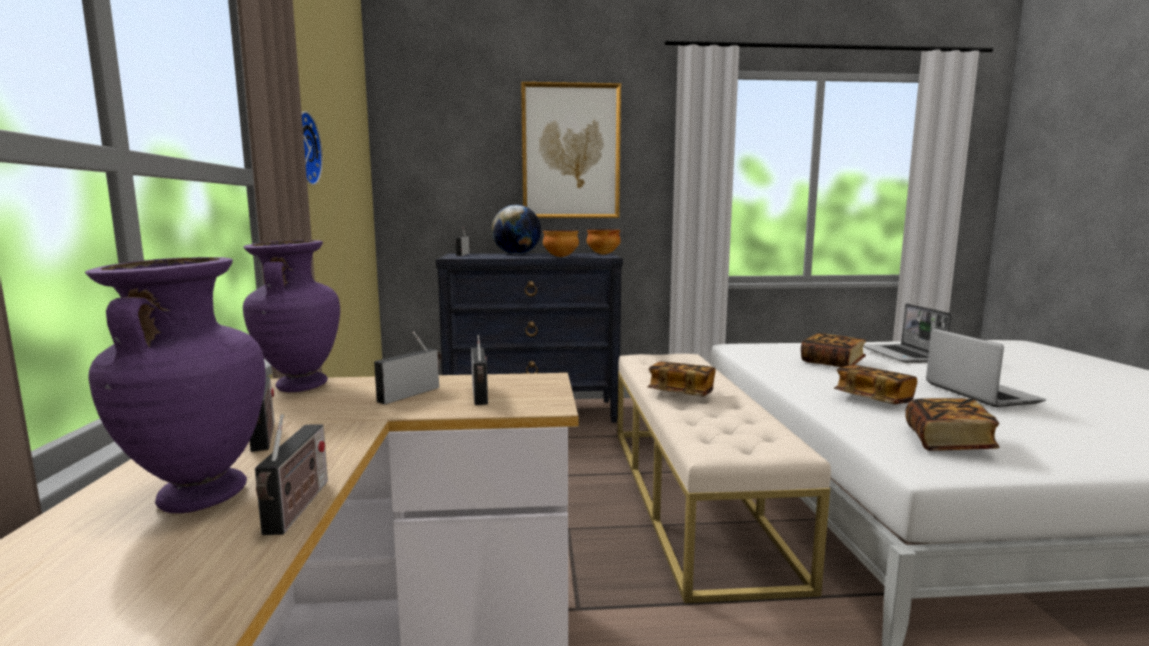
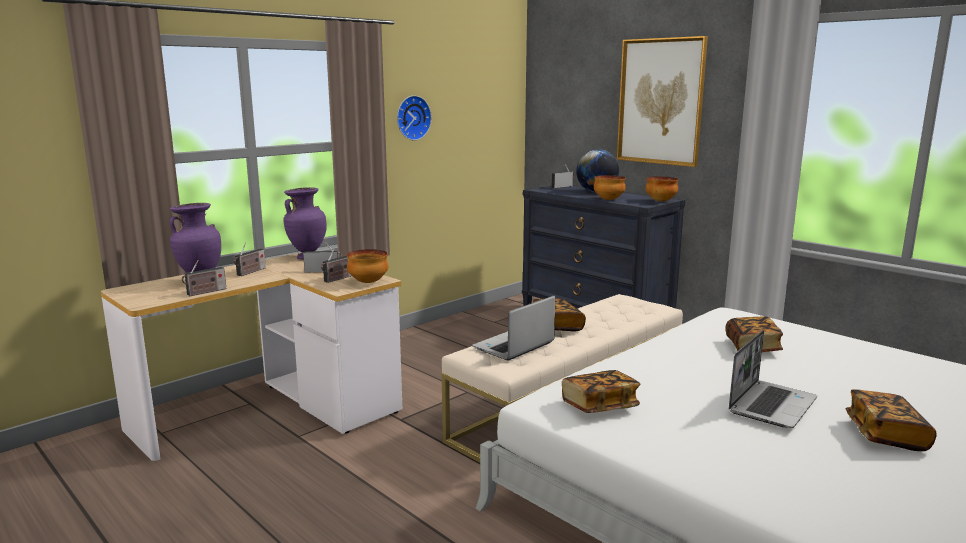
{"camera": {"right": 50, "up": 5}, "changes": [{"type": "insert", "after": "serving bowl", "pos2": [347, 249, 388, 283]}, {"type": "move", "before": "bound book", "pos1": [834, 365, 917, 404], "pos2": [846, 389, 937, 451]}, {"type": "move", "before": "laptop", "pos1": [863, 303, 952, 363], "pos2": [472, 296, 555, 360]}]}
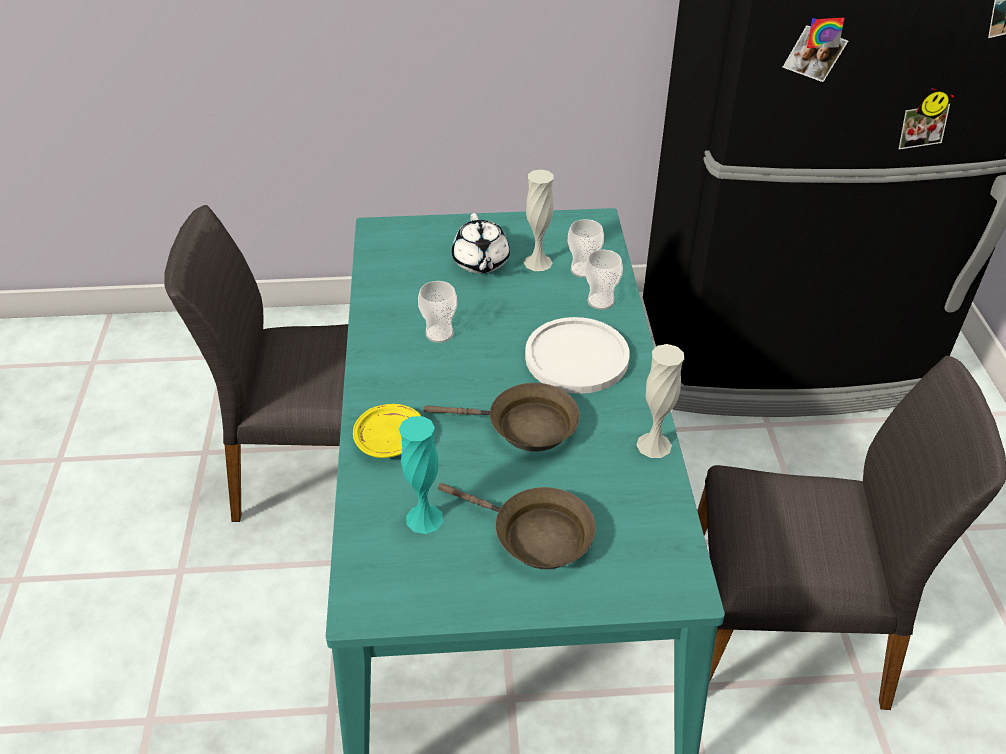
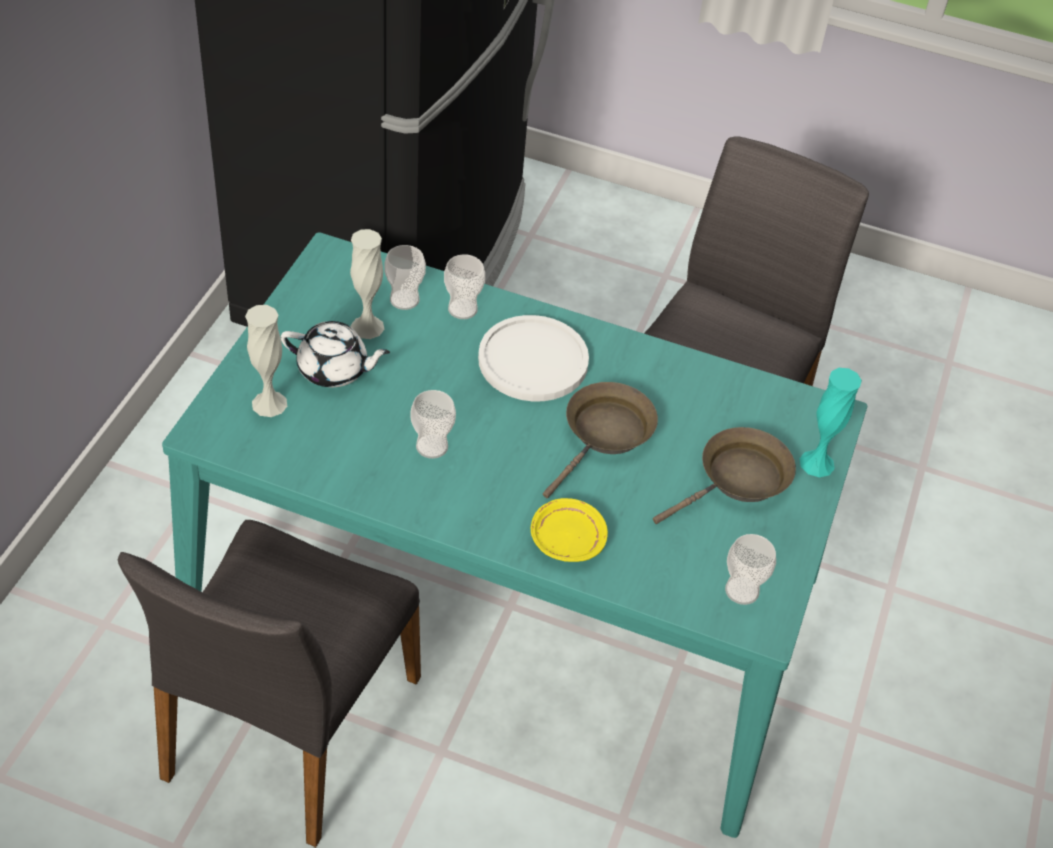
{"camera": {"right": -70, "up": 5}, "changes": [{"type": "insert", "after": "small cup", "pos2": [725, 534, 776, 605]}, {"type": "move", "before": "decorative vase (blue-green)", "pos1": [399, 416, 443, 534], "pos2": [799, 368, 862, 478]}, {"type": "move", "before": "decorative vase (whitish)", "pos1": [636, 344, 684, 458], "pos2": [245, 305, 287, 417]}]}
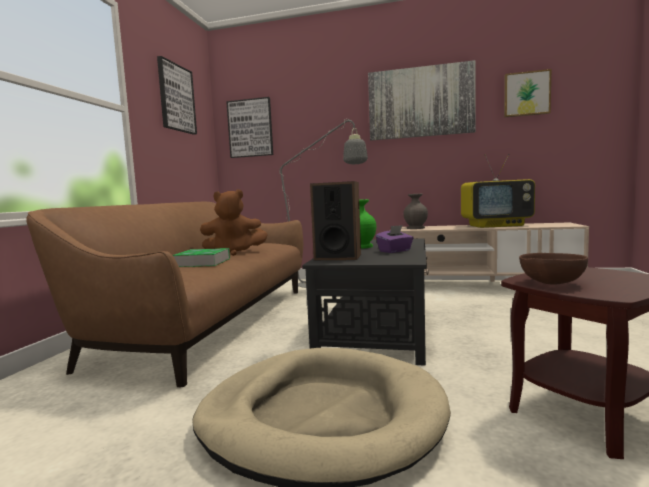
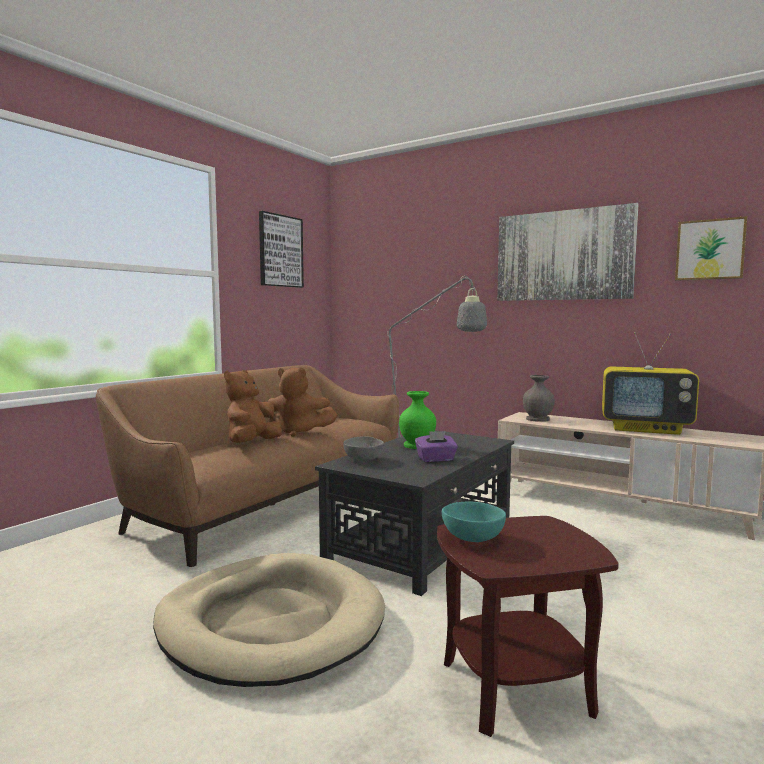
{"camera": {"right": 20, "up": 0}, "changes": [{"type": "delete", "before": "wall art", "pos1": [226, 97, 273, 158]}, {"type": "replace", "before": "bound book", "after": "soft toy (brown-coloured)", "pos1": [173, 248, 230, 267], "pos2": [224, 370, 282, 443]}, {"type": "replace", "before": "audio speaker", "after": "serving bowl (gray)", "pos1": [310, 181, 361, 260], "pos2": [343, 436, 384, 461]}, {"type": "recolor", "before": "serving bowl (brown-coloured)", "after": "serving bowl (blue-green)", "pos1": [519, 253, 588, 285], "pos2": [442, 502, 506, 542]}]}
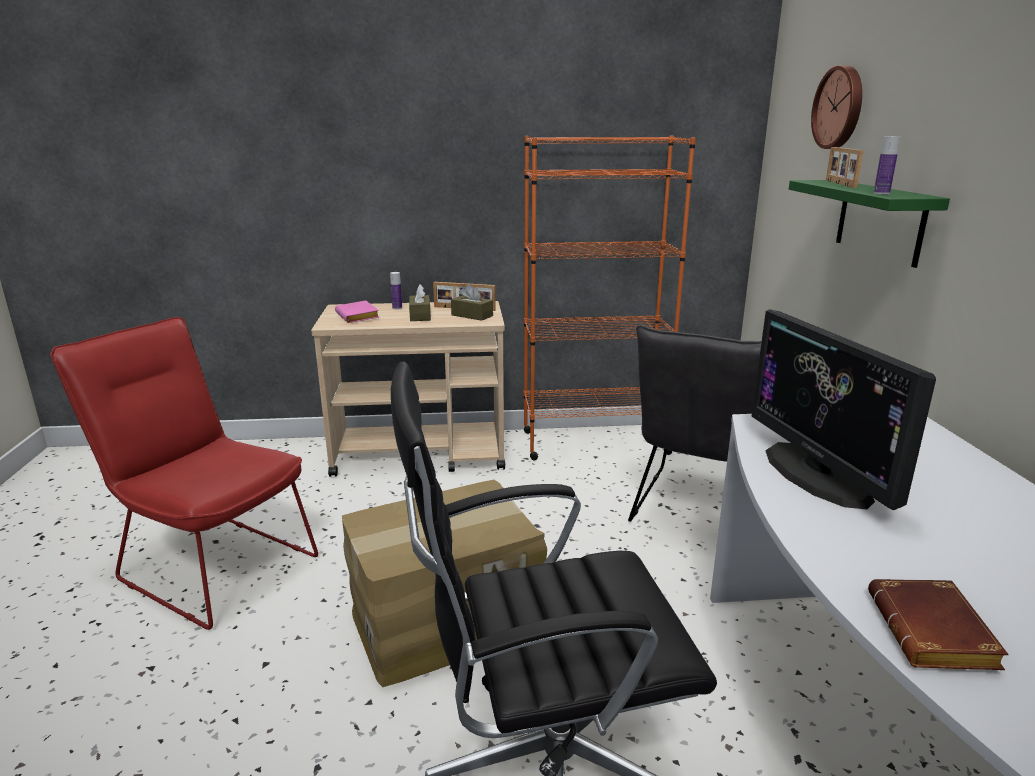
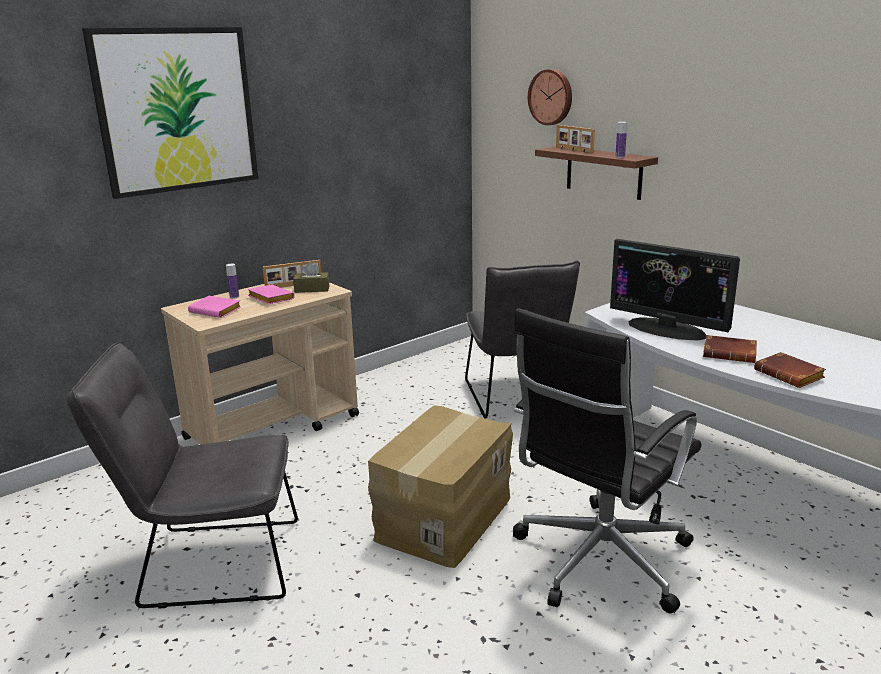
{"camera": {"right": -35, "up": 0}, "changes": [{"type": "delete", "before": "shelving unit (orangey)", "pos1": [524, 136, 696, 460]}, {"type": "insert", "after": "wall art", "pos2": [82, 27, 258, 199]}, {"type": "insert", "after": "bound book (brown-coloured)", "pos2": [703, 335, 757, 363]}, {"type": "replace", "before": "tissue box (brown-coloured)", "after": "bound book (pink)", "pos1": [409, 284, 431, 321], "pos2": [248, 285, 295, 304]}, {"type": "recolor", "before": "upright chair (red)", "after": "upright chair (gray)", "pos1": [50, 317, 318, 630], "pos2": [66, 342, 298, 609]}, {"type": "recolor", "before": "wall shelf (green)", "after": "wall shelf (brown-coloured)", "pos1": [789, 180, 950, 268], "pos2": [535, 146, 658, 200]}]}
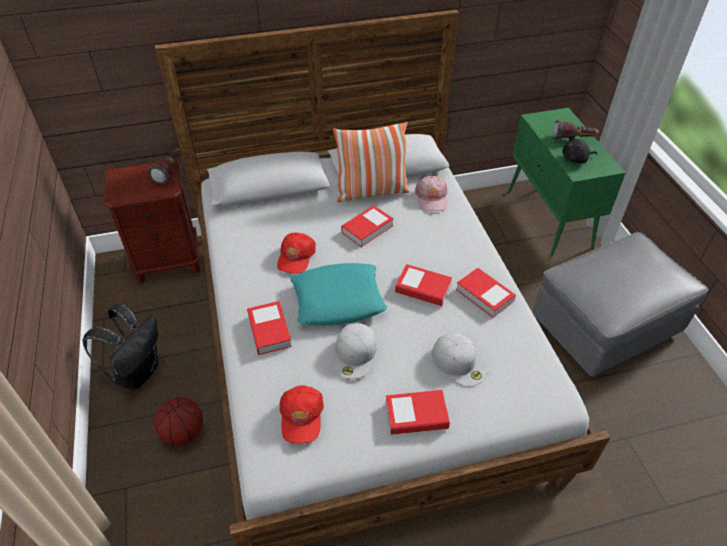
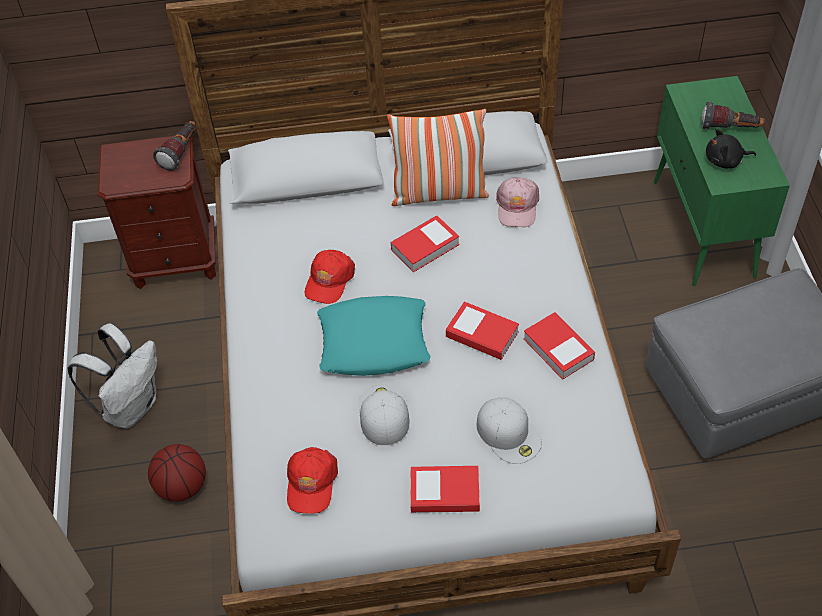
{"camera": {"right": 10, "up": 5}, "changes": [{"type": "delete", "before": "bound book", "pos1": [247, 301, 292, 355]}, {"type": "recolor", "before": "knapsack (blackish)", "after": "knapsack (whitish)", "pos1": [83, 303, 158, 390], "pos2": [67, 323, 157, 429]}, {"type": "rotate", "before": "cap (whitish)", "pos1": [331, 323, 377, 379], "pos2": [359, 384, 410, 445], "turn": 150}]}
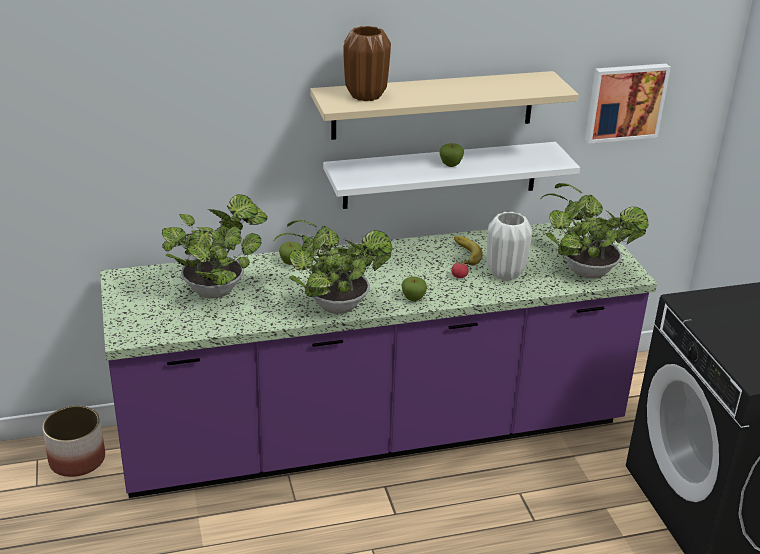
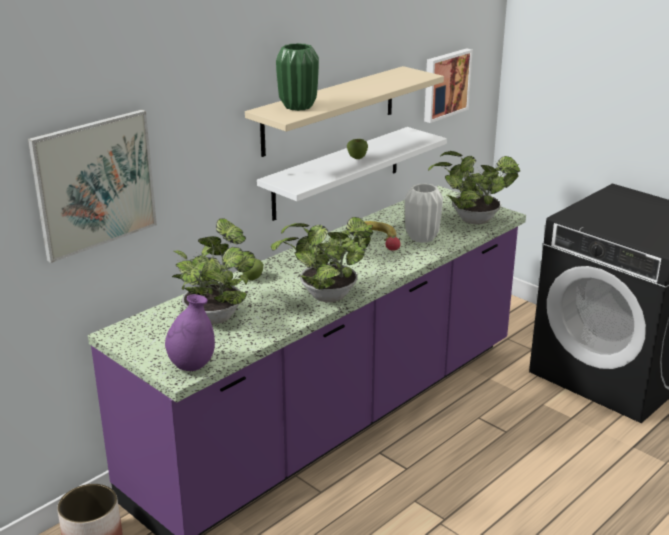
{"camera": {"right": -30, "up": -5}, "changes": [{"type": "delete", "before": "whole apple", "pos1": [401, 277, 427, 301]}, {"type": "insert", "after": "wall art", "pos2": [28, 110, 157, 263]}, {"type": "insert", "after": "decorative vase (purple)", "pos2": [165, 294, 215, 371]}, {"type": "recolor", "before": "decorative vase (brown-coloured)", "after": "decorative vase (green)", "pos1": [343, 26, 391, 101], "pos2": [276, 43, 319, 111]}]}
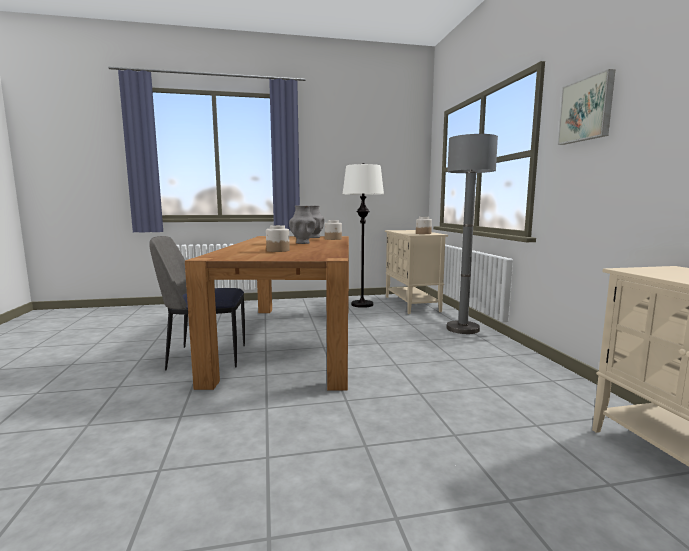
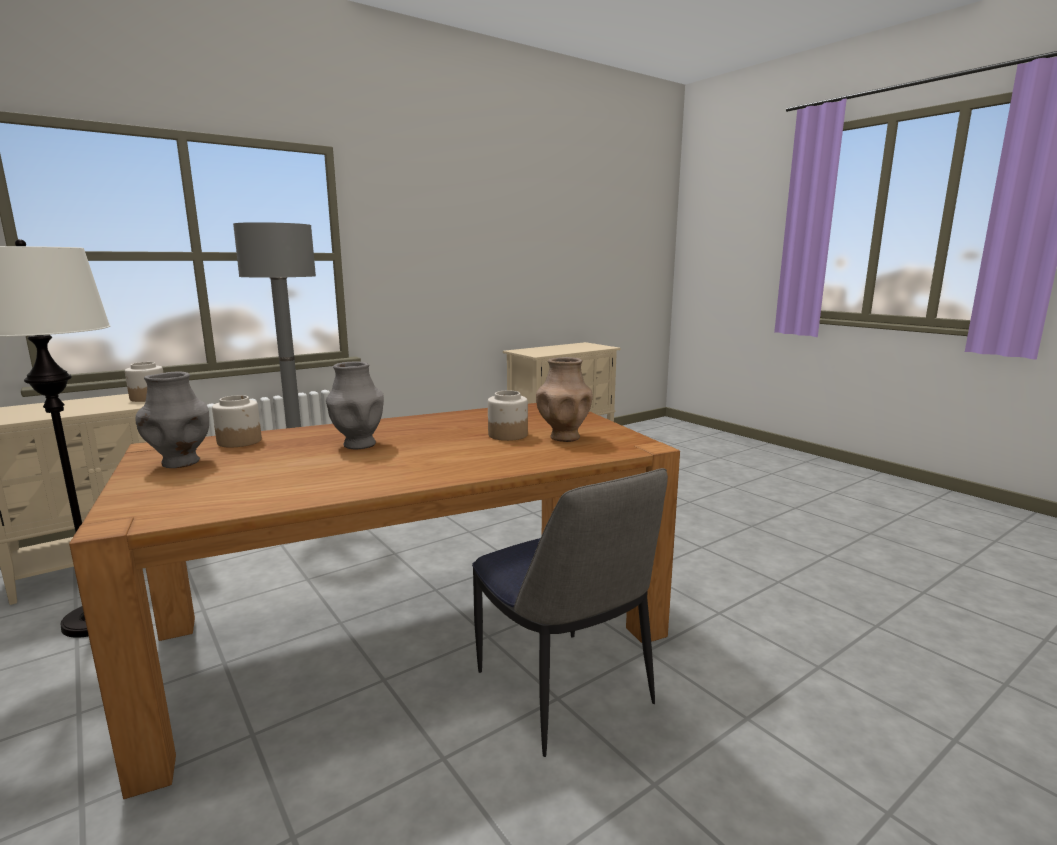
{"camera": {"right": -115, "up": 5}, "changes": [{"type": "delete", "before": "wall art", "pos1": [558, 69, 615, 145]}, {"type": "insert", "after": "decorative vase (brown-coloured)", "pos2": [536, 357, 593, 442]}]}
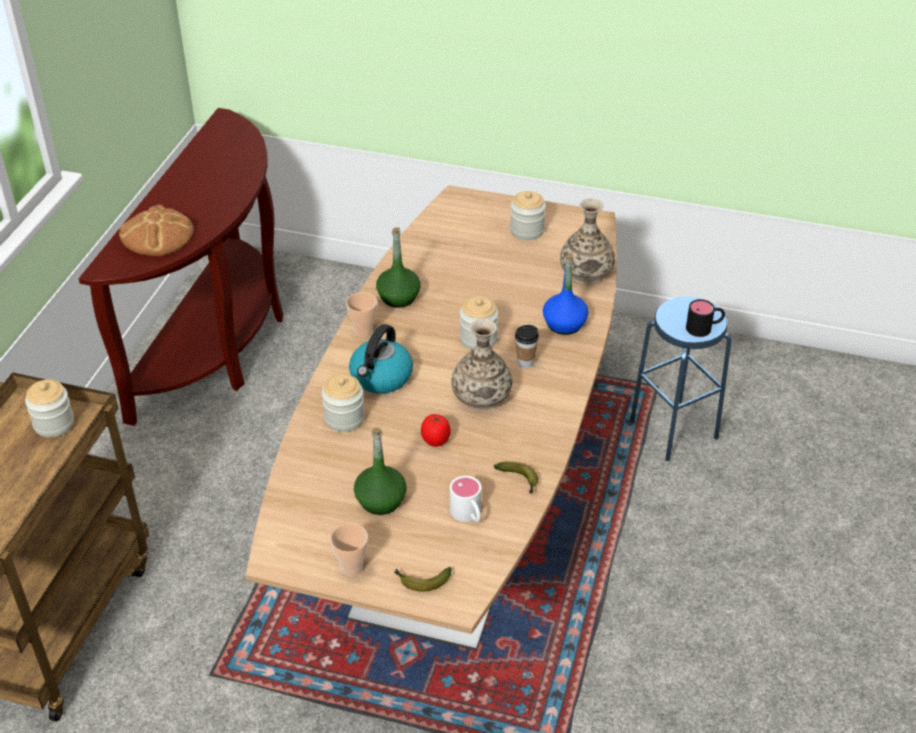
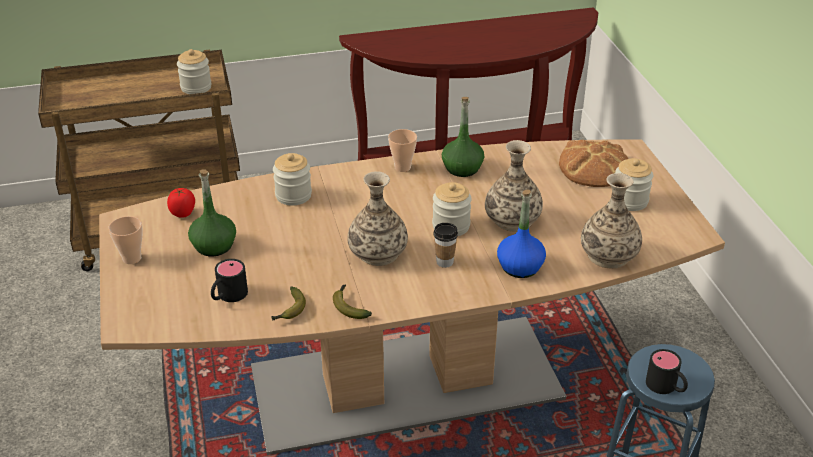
{"camera": {"right": 60, "up": -5}, "changes": [{"type": "delete", "before": "tea kettle", "pos1": [349, 324, 413, 394]}, {"type": "insert", "after": "decorative vase", "pos2": [485, 140, 543, 232]}, {"type": "move", "before": "bread", "pos1": [119, 205, 194, 256], "pos2": [559, 140, 628, 187]}, {"type": "move", "before": "banana fruit", "pos1": [394, 567, 452, 591], "pos2": [333, 284, 372, 319]}, {"type": "move", "before": "tomato", "pos1": [421, 414, 451, 447], "pos2": [167, 188, 195, 218]}, {"type": "recolor", "before": "mug (whitish)", "after": "mug (blackish)", "pos1": [450, 476, 481, 522], "pos2": [211, 259, 248, 302]}]}
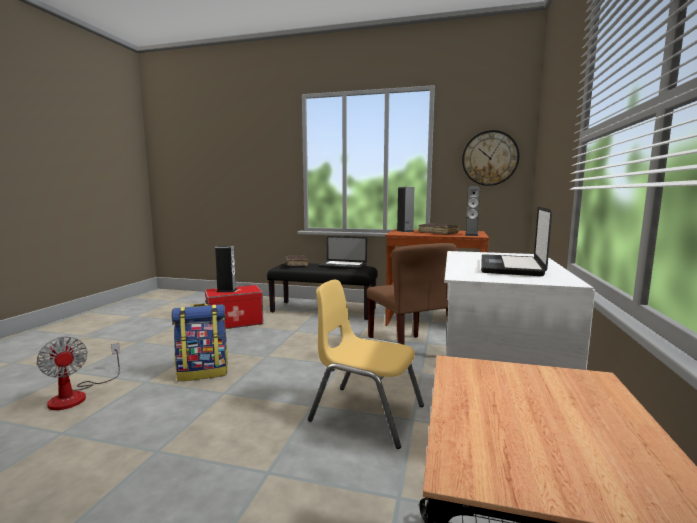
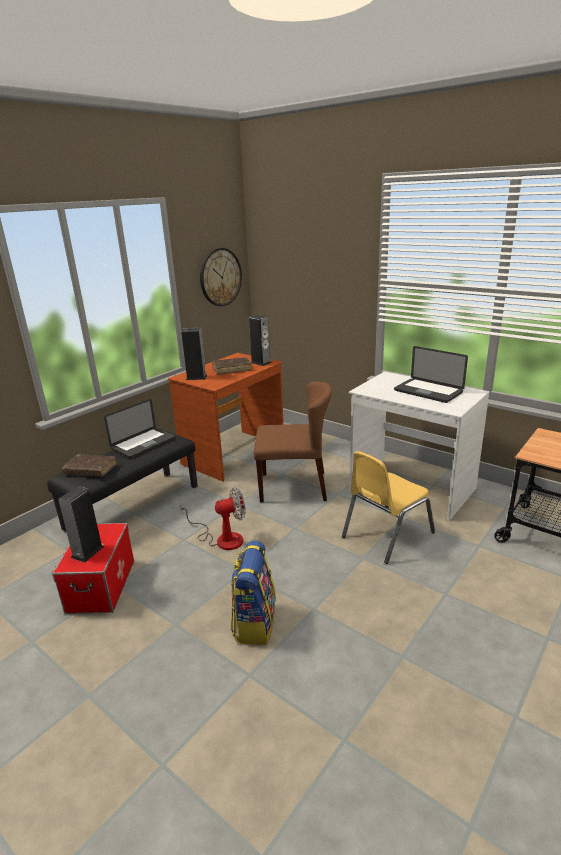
{"camera": {"right": -65, "up": 15}, "changes": [{"type": "move", "before": "fan", "pos1": [36, 337, 120, 410], "pos2": [180, 488, 246, 550]}]}
